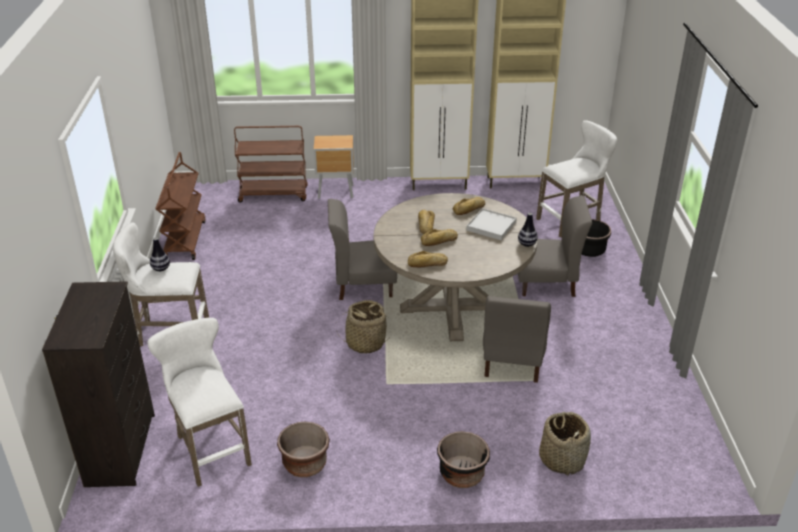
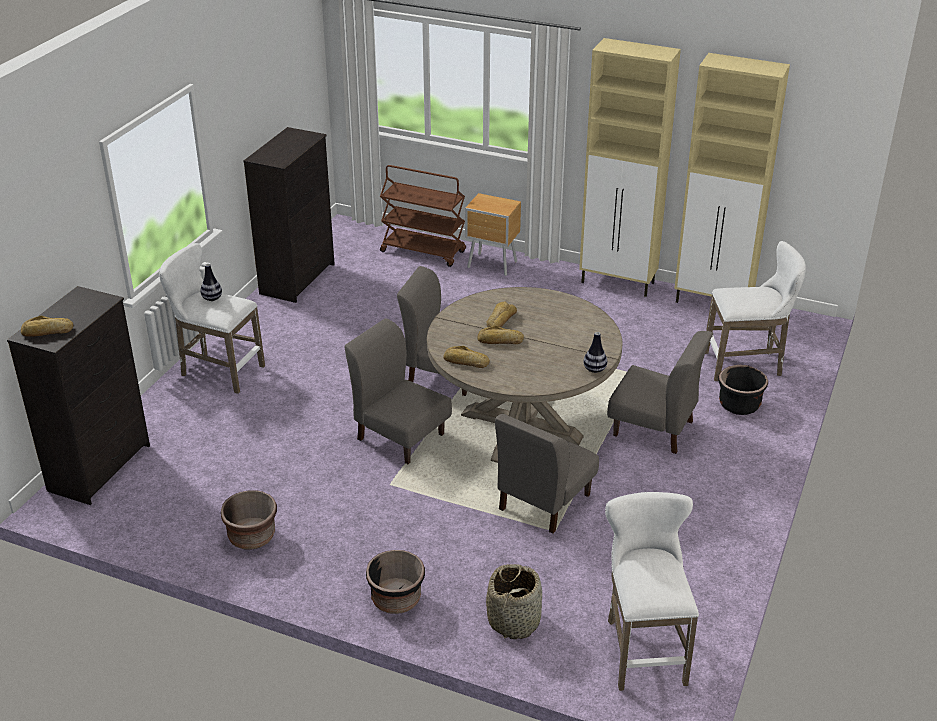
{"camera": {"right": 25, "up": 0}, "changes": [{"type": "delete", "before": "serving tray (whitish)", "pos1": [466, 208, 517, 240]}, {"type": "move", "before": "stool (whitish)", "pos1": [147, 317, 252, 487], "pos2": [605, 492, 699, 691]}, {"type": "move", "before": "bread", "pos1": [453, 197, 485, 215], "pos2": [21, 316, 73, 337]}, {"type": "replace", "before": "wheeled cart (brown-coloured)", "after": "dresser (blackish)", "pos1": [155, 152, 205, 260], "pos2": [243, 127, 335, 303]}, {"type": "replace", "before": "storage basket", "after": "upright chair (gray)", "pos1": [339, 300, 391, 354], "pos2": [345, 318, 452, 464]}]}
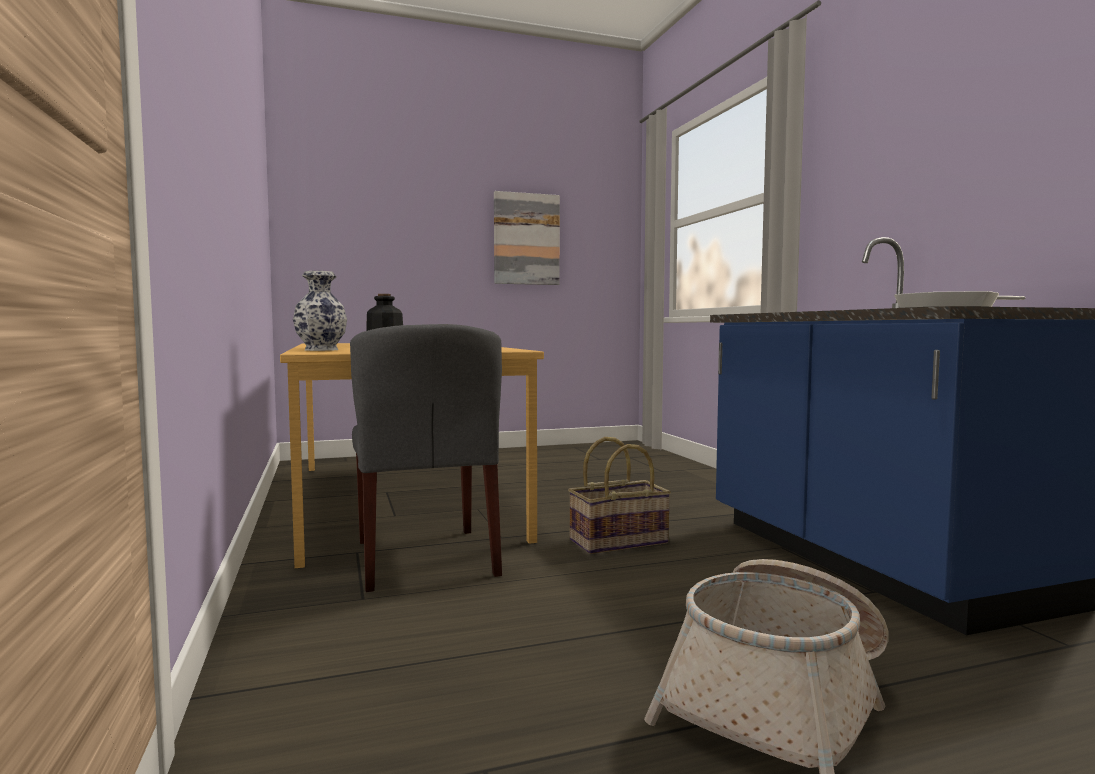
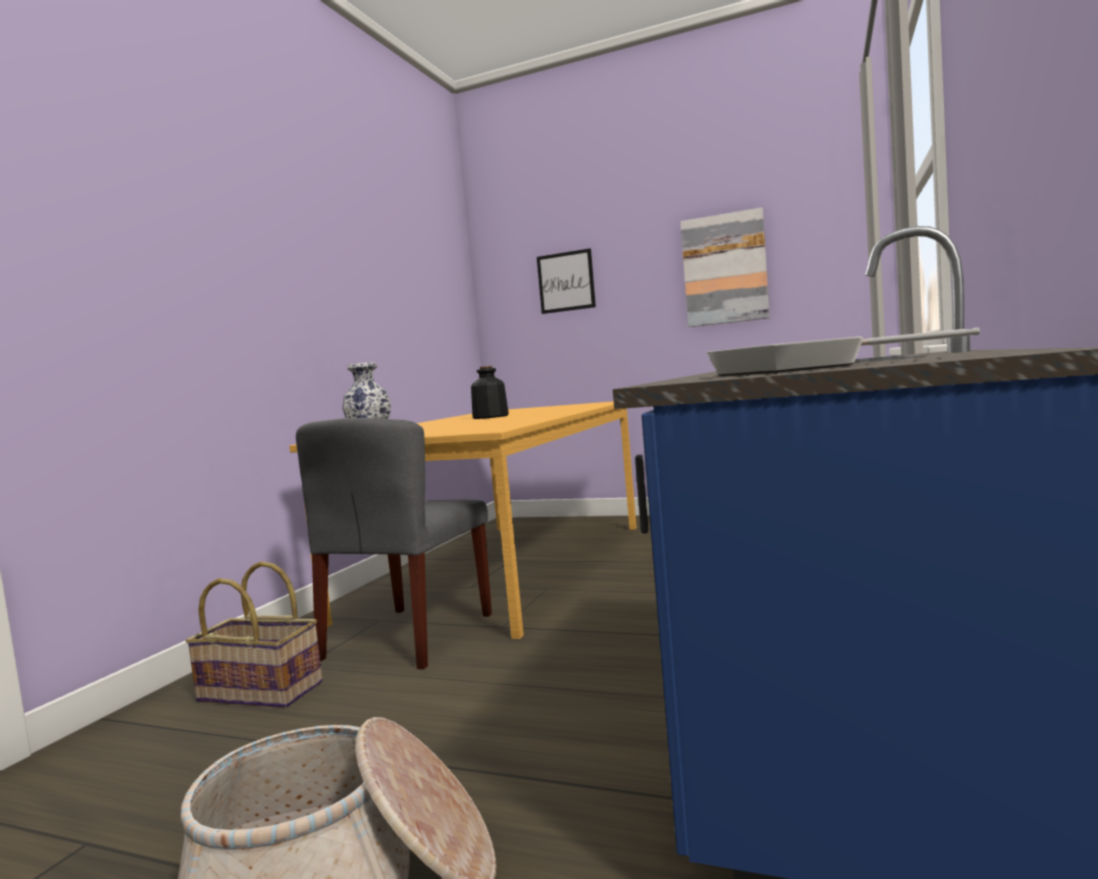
{"camera": {"right": 40, "up": 0}, "changes": [{"type": "insert", "after": "wall art", "pos2": [537, 248, 596, 314]}, {"type": "move", "before": "storage basket", "pos1": [568, 437, 671, 554], "pos2": [186, 561, 323, 708]}]}
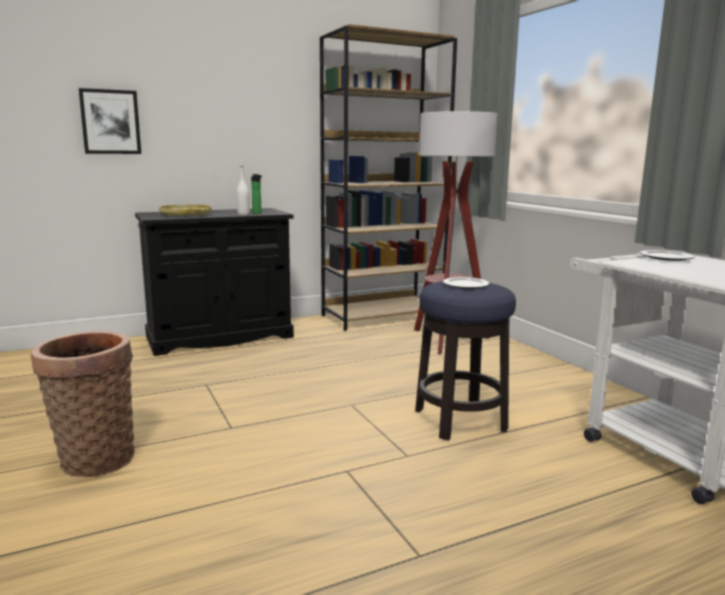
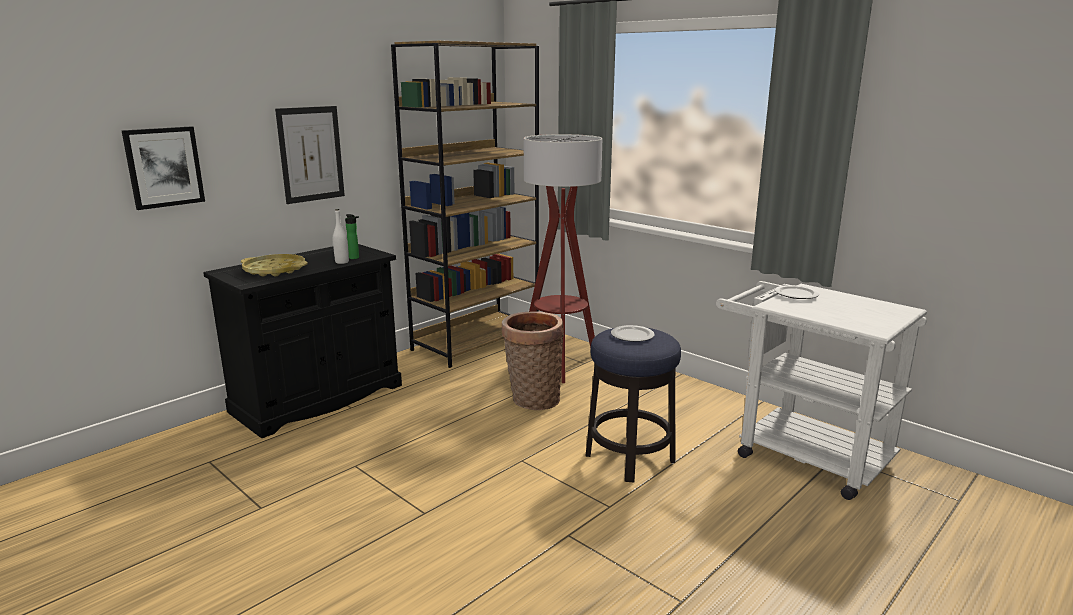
{"camera": {"right": -20, "up": 5}, "changes": [{"type": "insert", "after": "wall art", "pos2": [275, 106, 345, 204]}, {"type": "move", "before": "storage basket", "pos1": [31, 331, 134, 477], "pos2": [502, 312, 564, 410]}]}
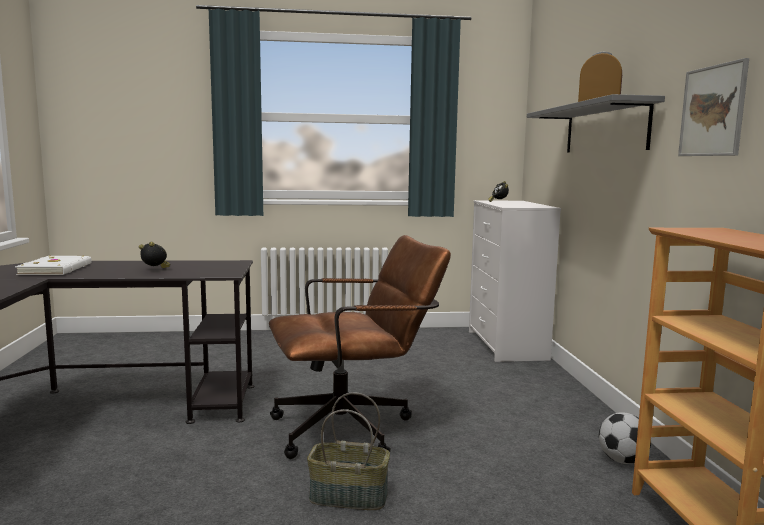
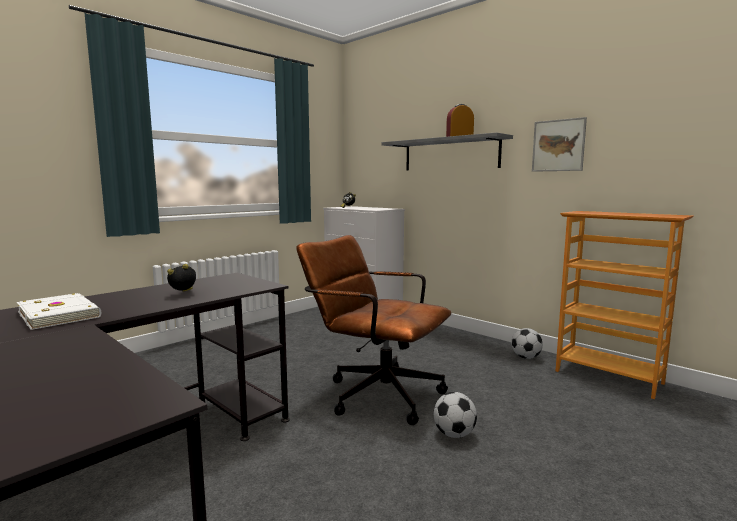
{"camera": {"right": -40, "up": 0}, "changes": [{"type": "replace", "before": "storage basket", "after": "ball for football", "pos1": [307, 392, 390, 510], "pos2": [434, 392, 477, 438]}, {"type": "rotate", "before": "desk chair (brown-coloured)", "pos1": [269, 235, 451, 459], "pos2": [296, 235, 451, 425], "turn": -90}]}
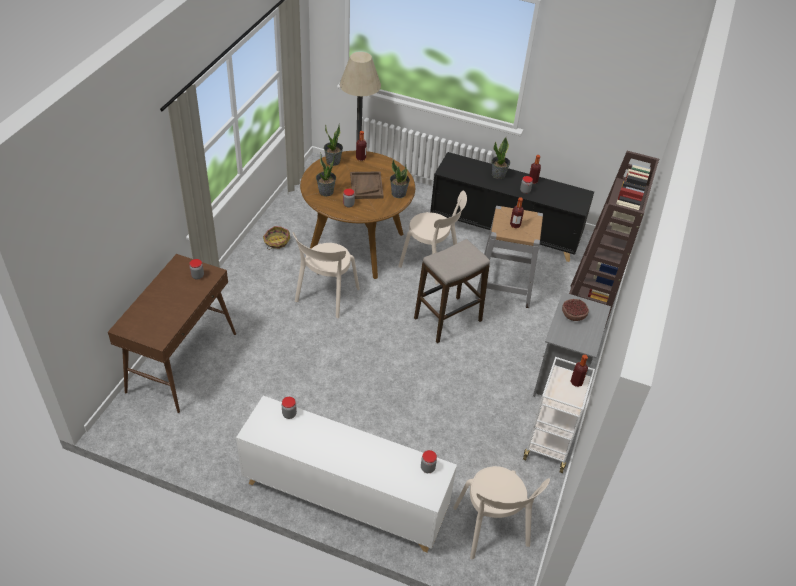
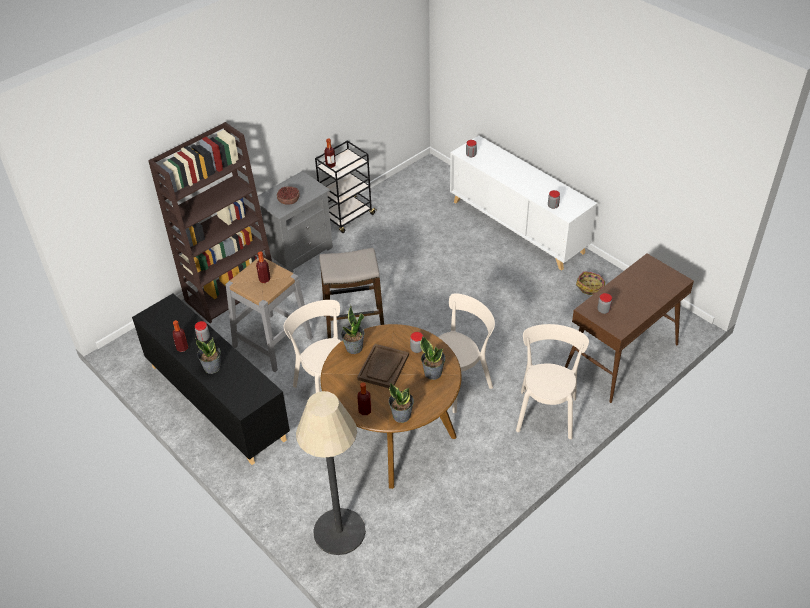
{"camera": {"right": -150, "up": 0}, "changes": [{"type": "move", "before": "storage basket", "pos1": [263, 226, 290, 250], "pos2": [576, 271, 605, 295]}, {"type": "move", "before": "upright chair (beige-coloured)", "pos1": [453, 466, 550, 560], "pos2": [516, 324, 589, 439]}, {"type": "recolor", "before": "wheeled cart (whitish)", "after": "wheeled cart (blackish)", "pos1": [523, 357, 595, 473], "pos2": [315, 140, 376, 233]}]}
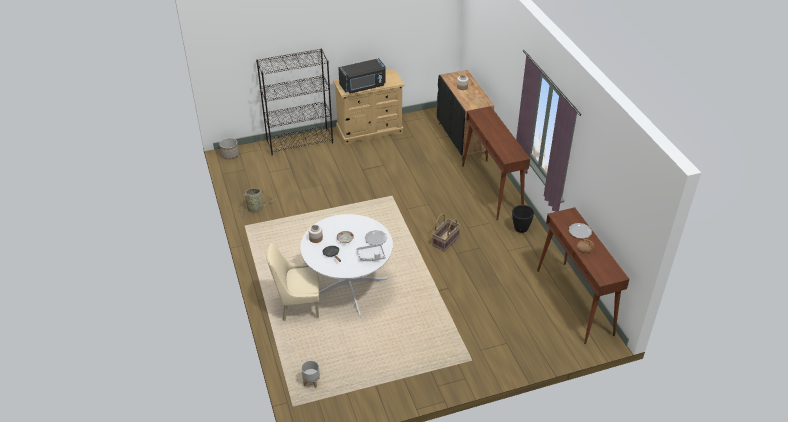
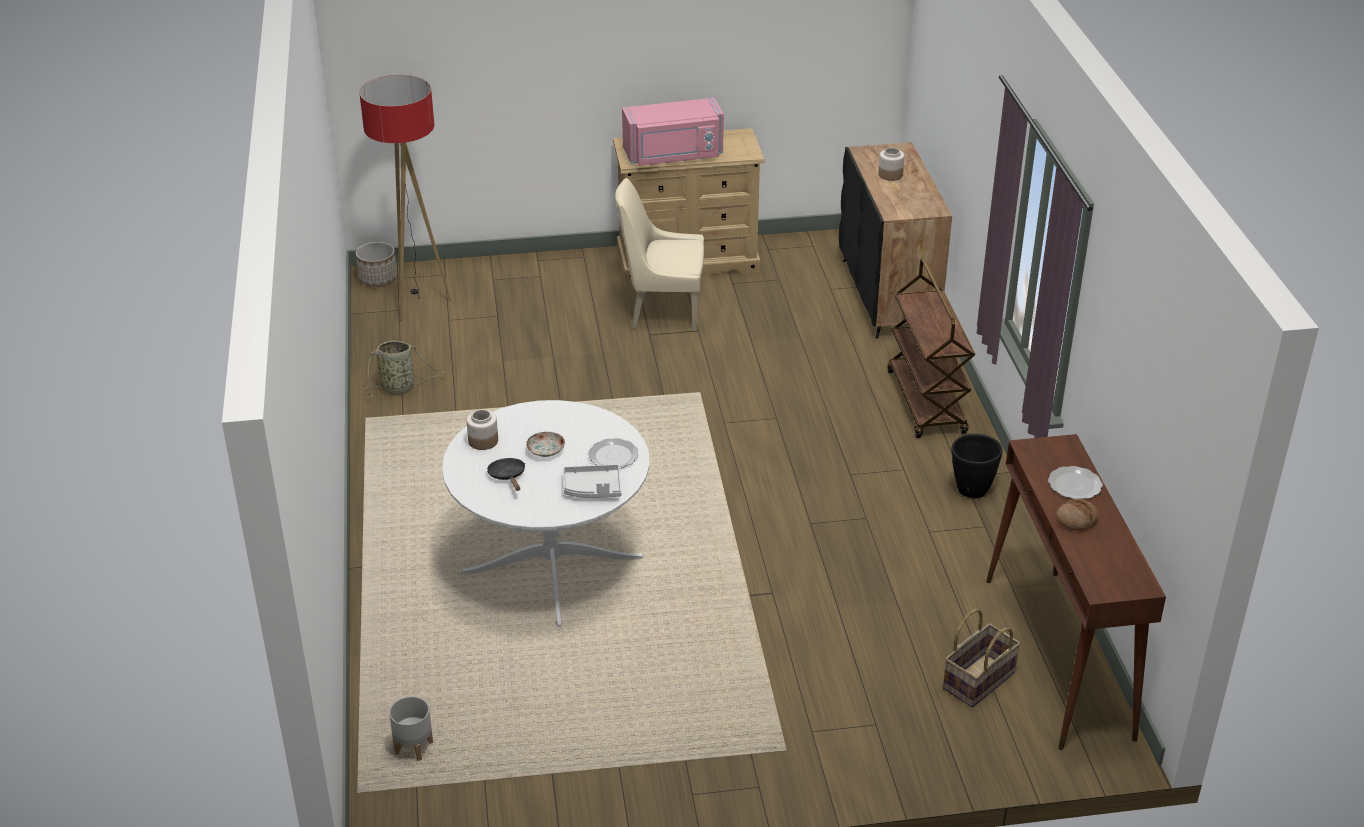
{"camera": {"right": 10, "up": -5}, "changes": [{"type": "delete", "before": "shelving unit (blackish)", "pos1": [256, 49, 333, 155]}, {"type": "insert", "after": "standing lamp", "pos2": [359, 75, 452, 321]}, {"type": "move", "before": "upright chair (beige-coloured)", "pos1": [266, 243, 319, 321], "pos2": [615, 178, 704, 331]}, {"type": "move", "before": "storage basket", "pos1": [432, 213, 460, 252], "pos2": [943, 609, 1021, 707]}, {"type": "replace", "before": "narrow table (brown-coloured)", "after": "wheeled cart (brown-coloured)", "pos1": [462, 107, 530, 220], "pos2": [887, 259, 975, 438]}, {"type": "recolor", "before": "kitchen microwave (blackish)", "after": "kitchen microwave (pink)", "pos1": [338, 58, 386, 94], "pos2": [622, 98, 724, 166]}]}
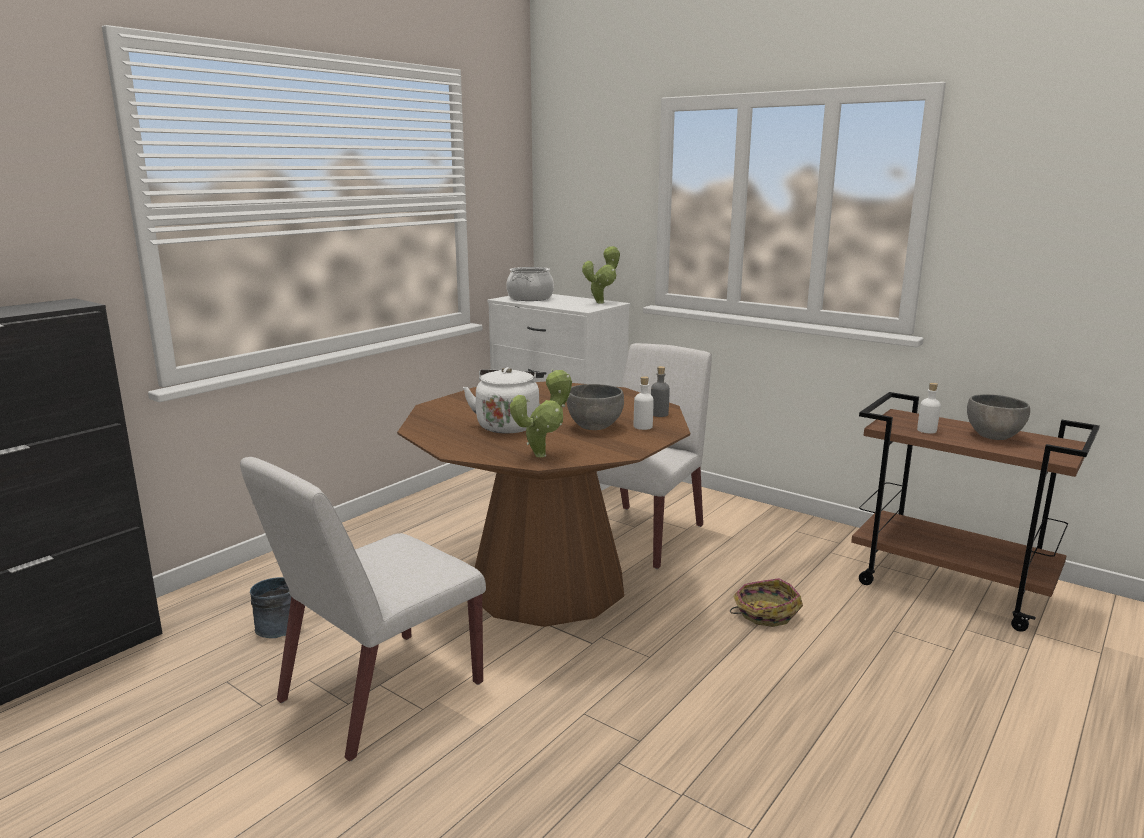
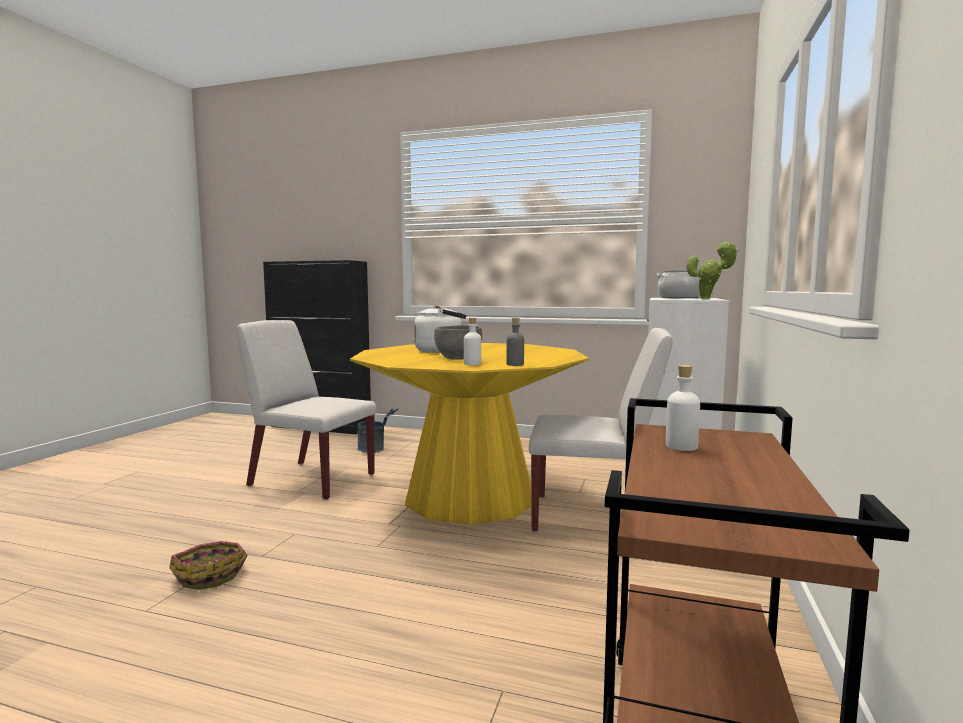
{"camera": {"right": 70, "up": -10}, "changes": [{"type": "delete", "before": "houseplant", "pos1": [510, 369, 572, 457]}, {"type": "delete", "before": "serving bowl (gray)", "pos1": [967, 394, 1030, 440]}, {"type": "move", "before": "storage basket", "pos1": [730, 578, 803, 627], "pos2": [169, 541, 247, 590]}, {"type": "recolor", "before": "kitchen table (brown-coloured)", "after": "kitchen table (yellow)", "pos1": [397, 381, 690, 627], "pos2": [350, 343, 589, 525]}]}
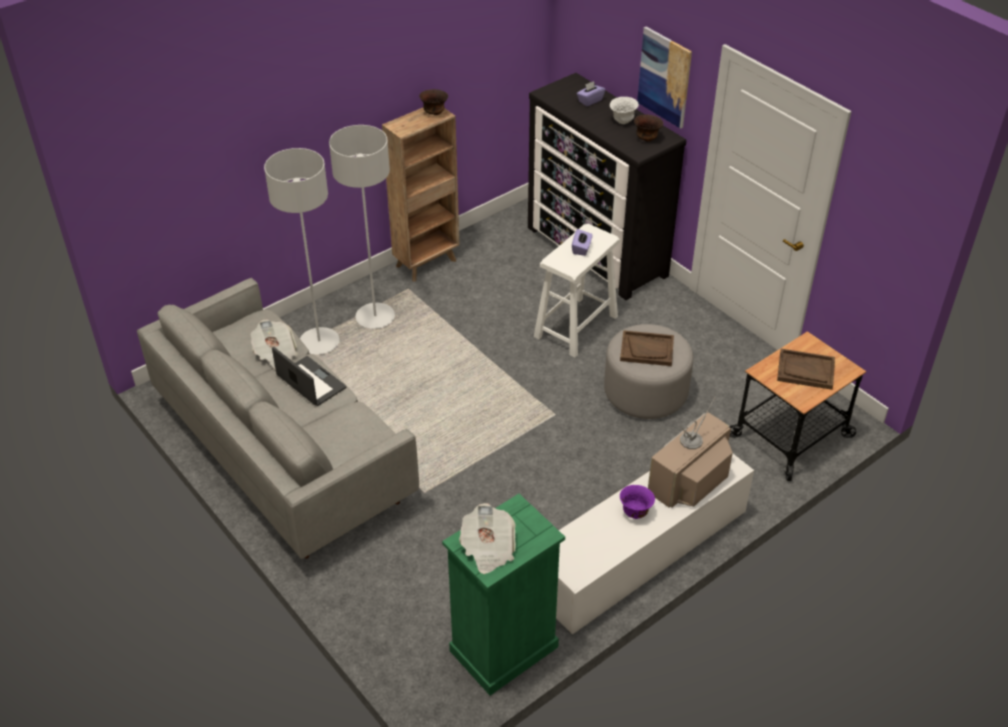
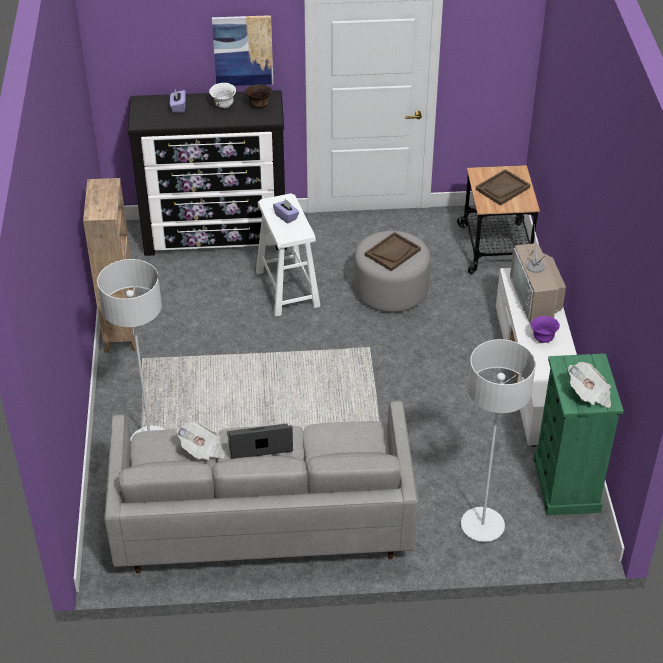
{"camera": {"right": -55, "up": 0}, "changes": [{"type": "delete", "before": "serving bowl (brown-coloured)", "pos1": [419, 89, 448, 115]}, {"type": "move", "before": "standing lamp (gray)", "pos1": [329, 125, 395, 329], "pos2": [461, 339, 536, 542]}]}
